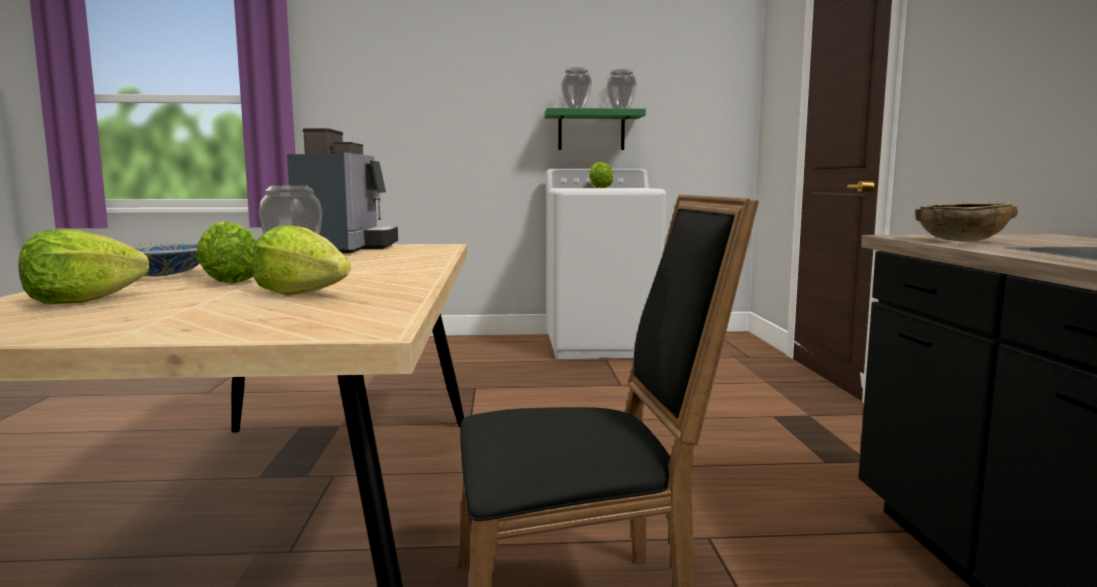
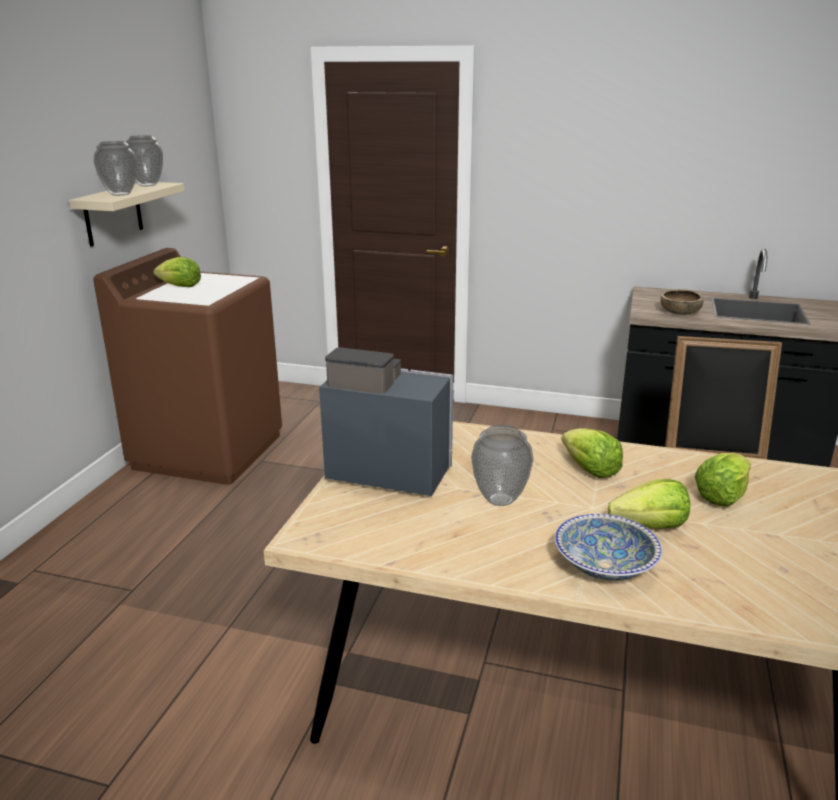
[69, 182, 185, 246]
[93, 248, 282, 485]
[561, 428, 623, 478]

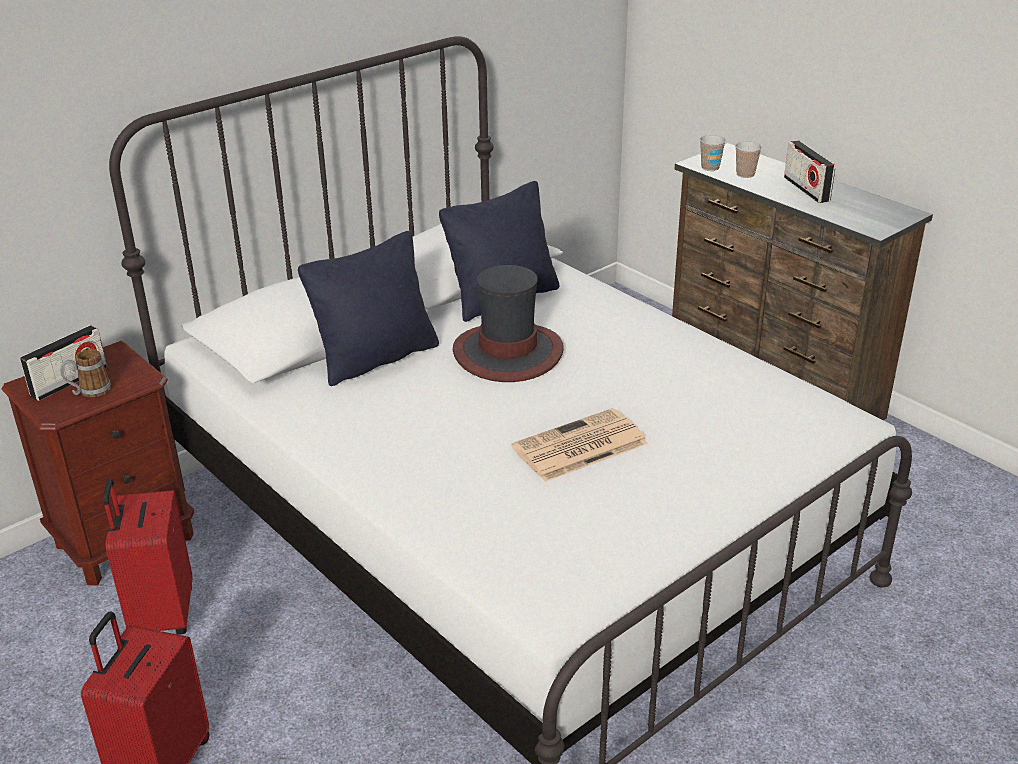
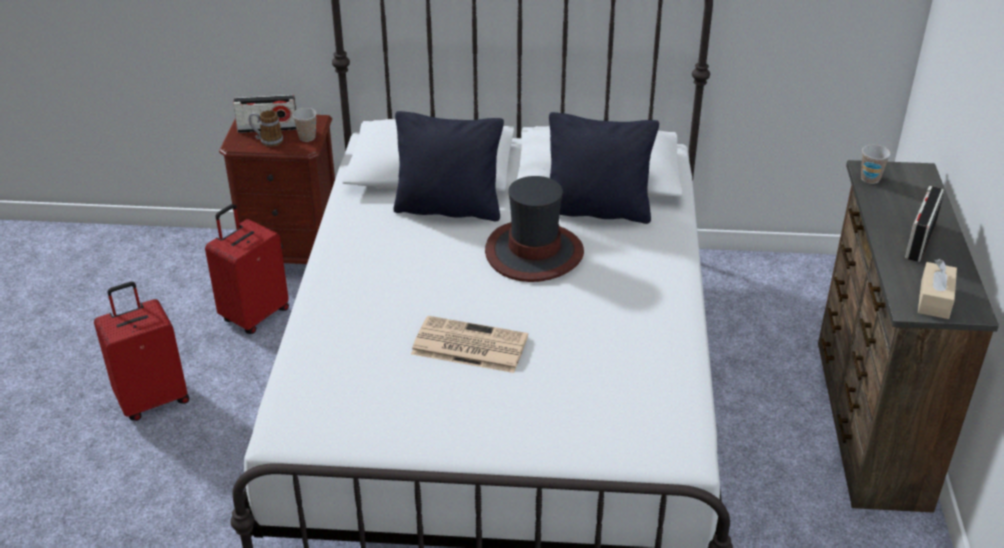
[292, 108, 317, 142]
[918, 259, 957, 319]

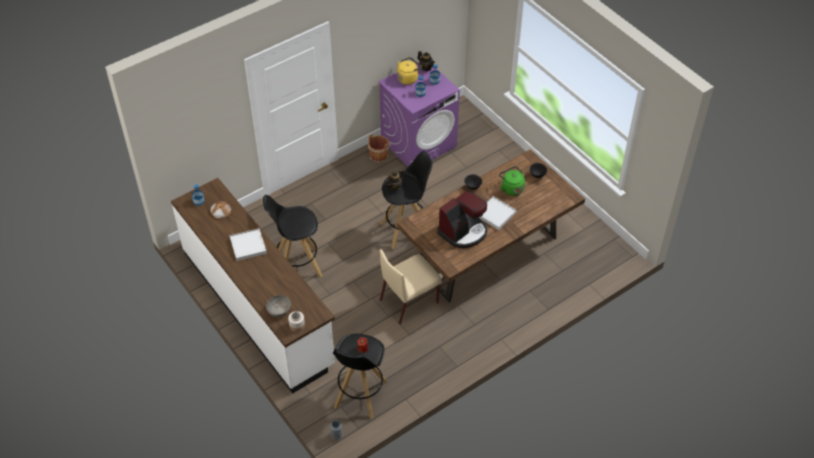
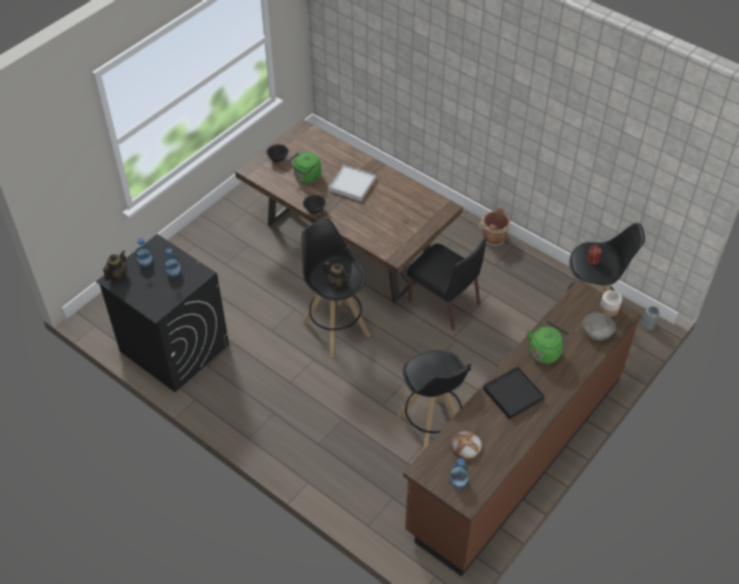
[397, 57, 422, 85] (first image)
[96, 234, 229, 392]
[479, 207, 510, 247]
[403, 279, 641, 577]
[437, 191, 488, 248] (first image)
[483, 366, 544, 419]
[407, 238, 487, 330]
[527, 320, 570, 364]

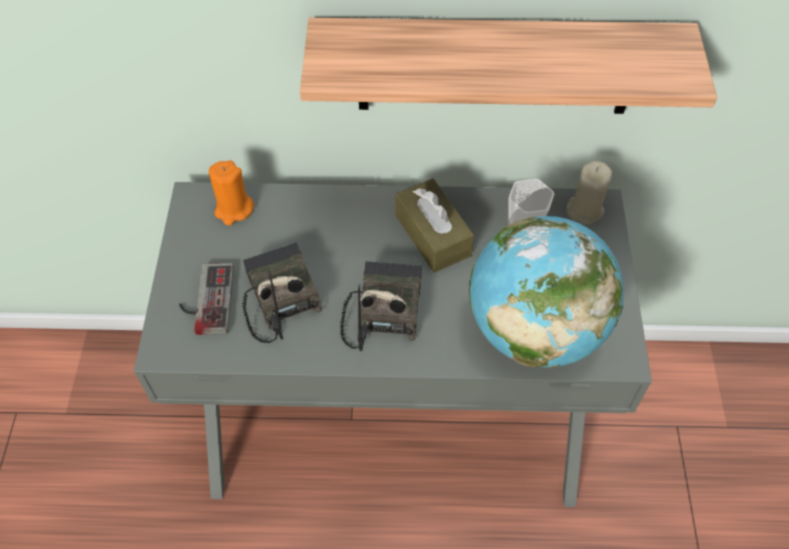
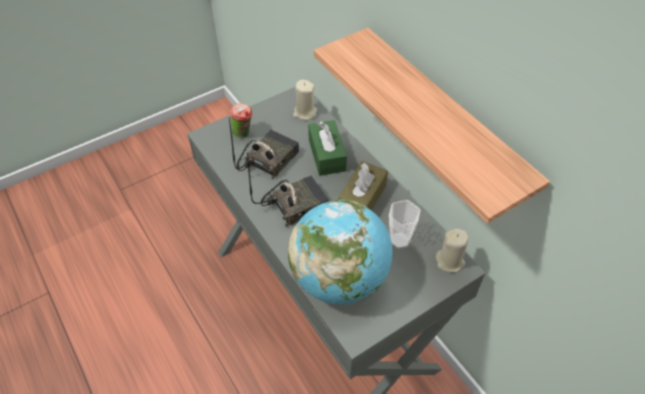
[293, 80, 317, 120]
[230, 103, 252, 138]
[308, 120, 347, 176]

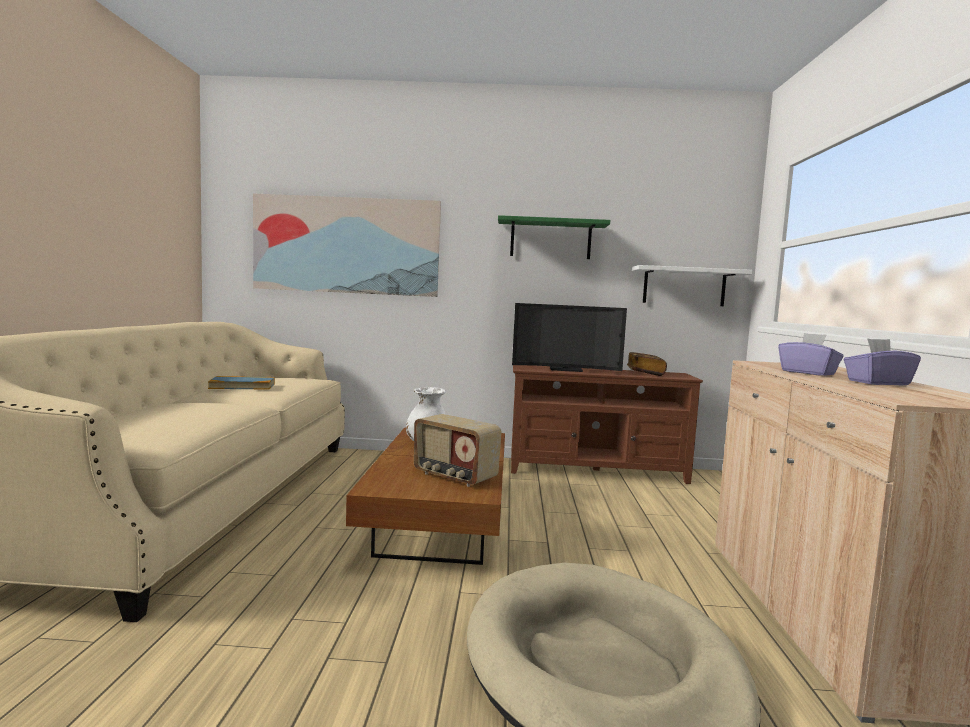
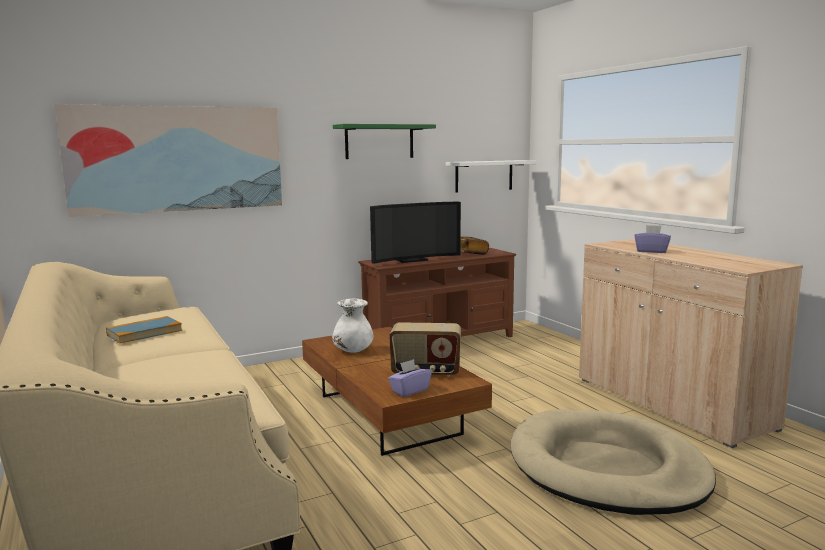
[388, 359, 432, 397]

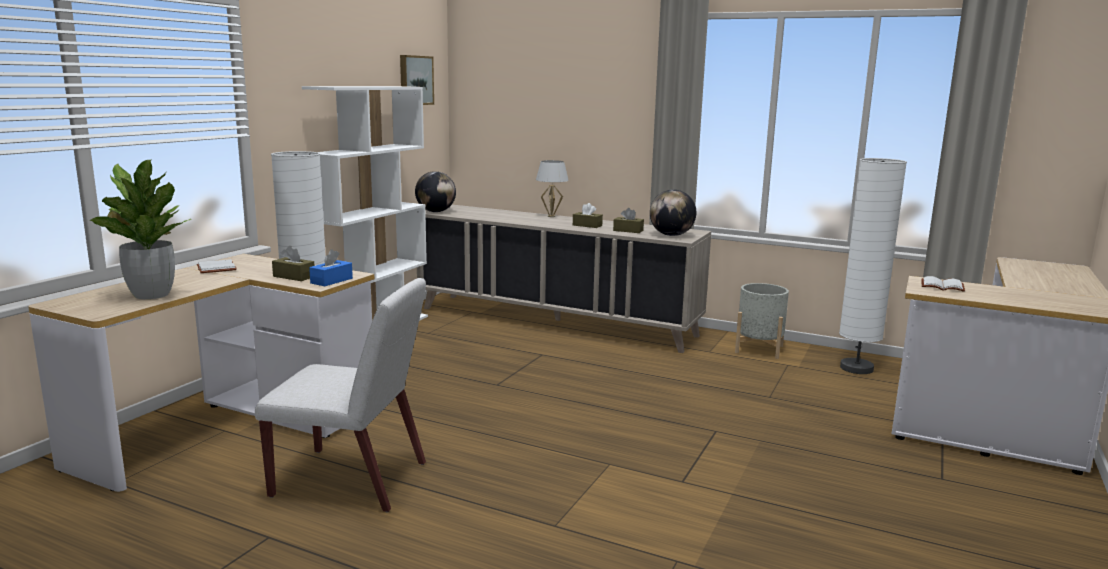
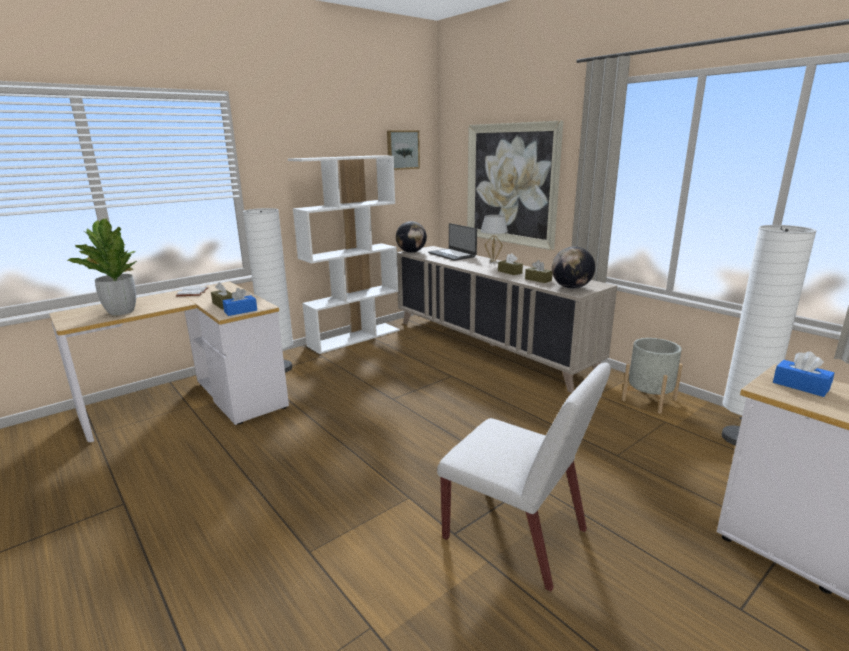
[773, 351, 835, 397]
[437, 363, 611, 591]
[467, 121, 563, 250]
[428, 223, 477, 261]

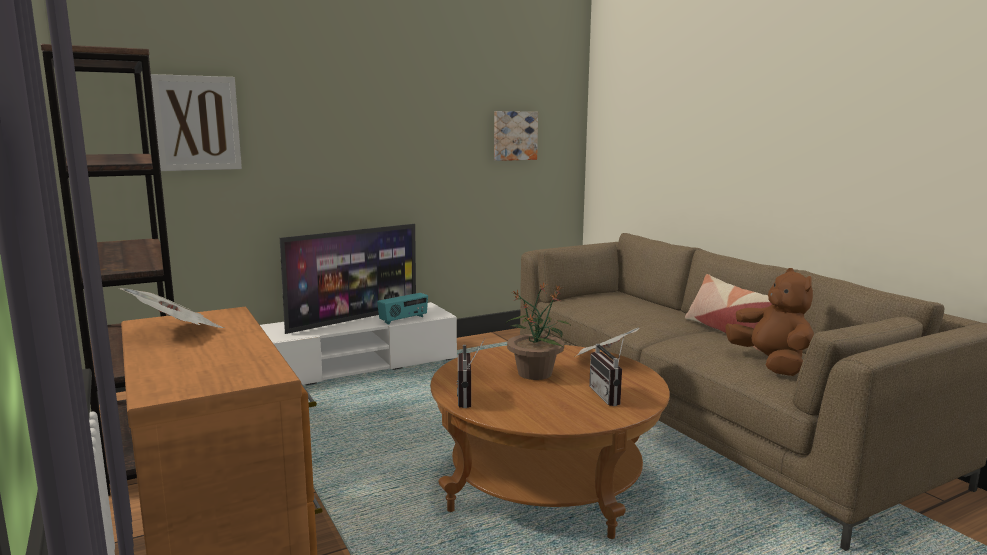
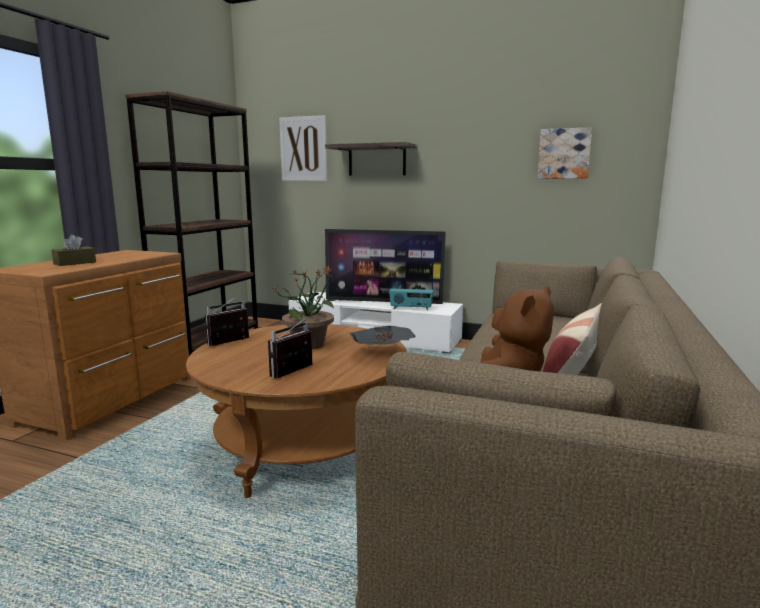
[119, 288, 224, 328] (first image)
[325, 142, 417, 176]
[52, 234, 96, 266]

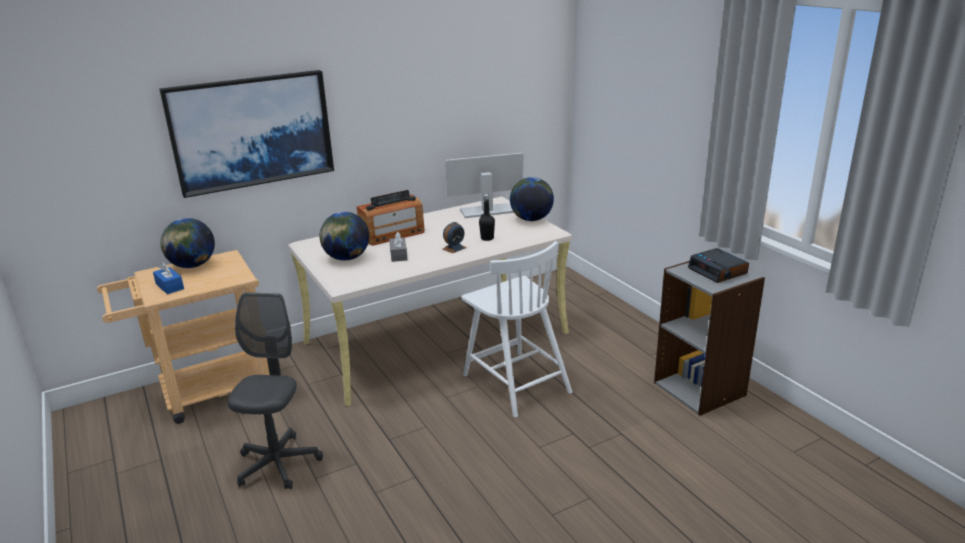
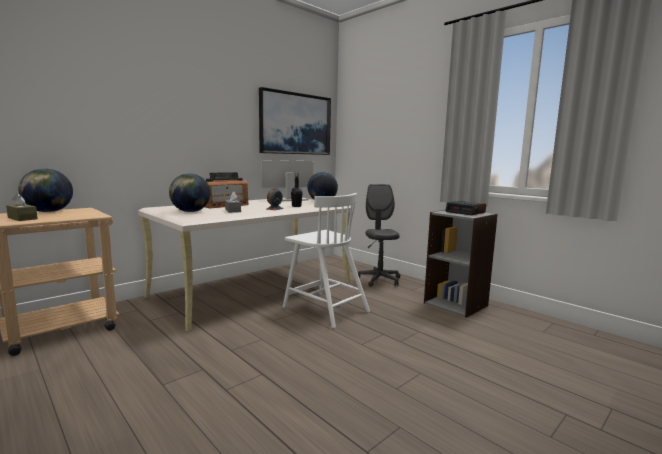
[259, 87, 331, 155]
[6, 194, 38, 221]
[358, 184, 400, 287]

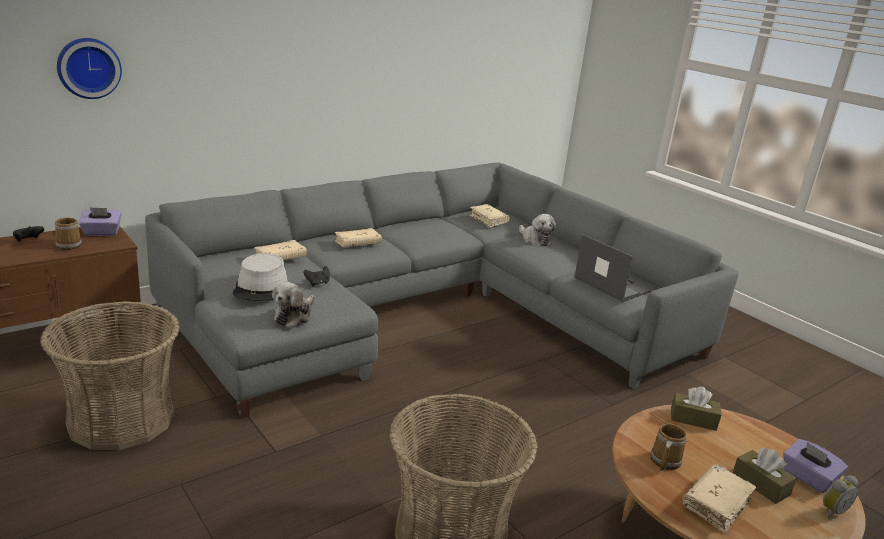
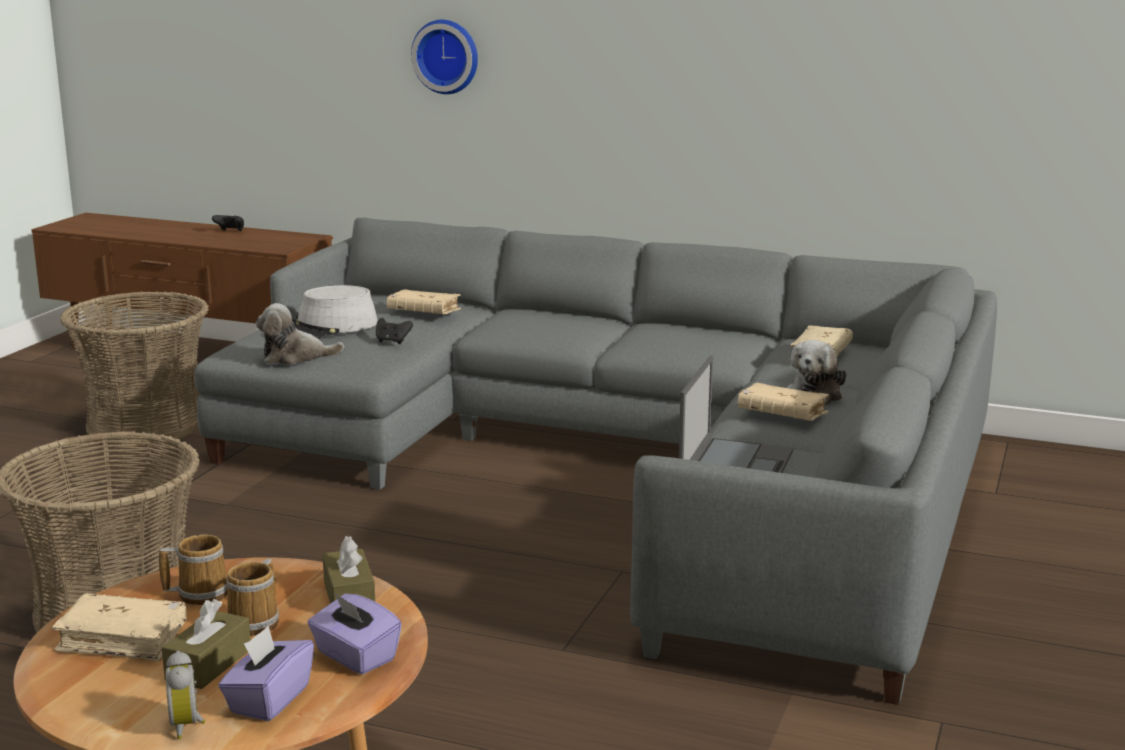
[411, 20, 478, 94]
[307, 592, 402, 675]
[226, 559, 279, 636]
[738, 383, 829, 421]
[166, 651, 206, 739]

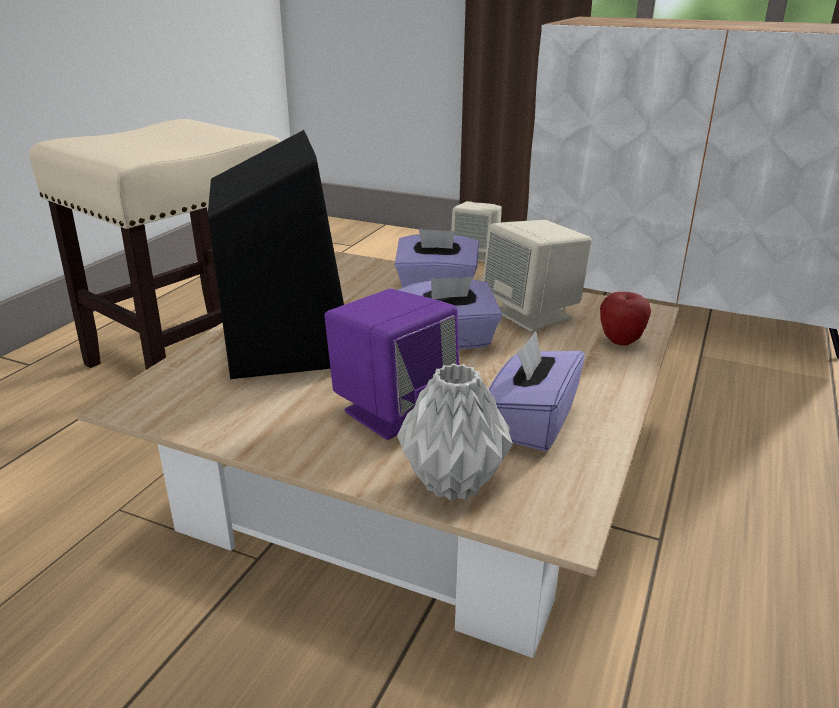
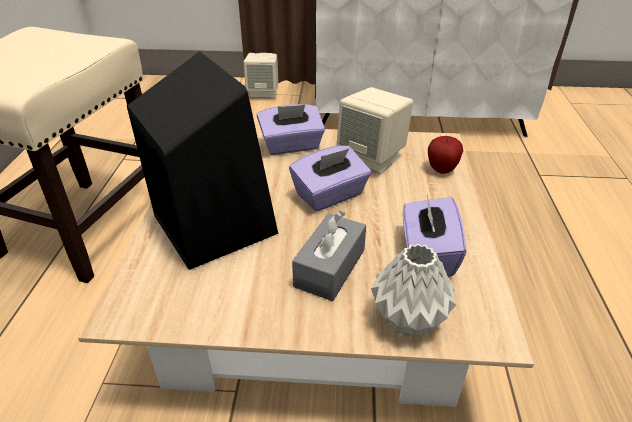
[292, 210, 366, 301]

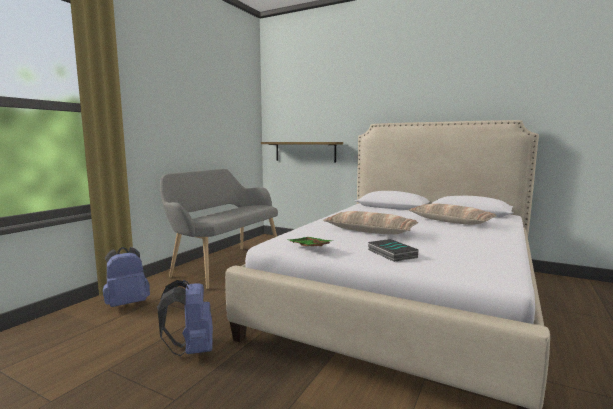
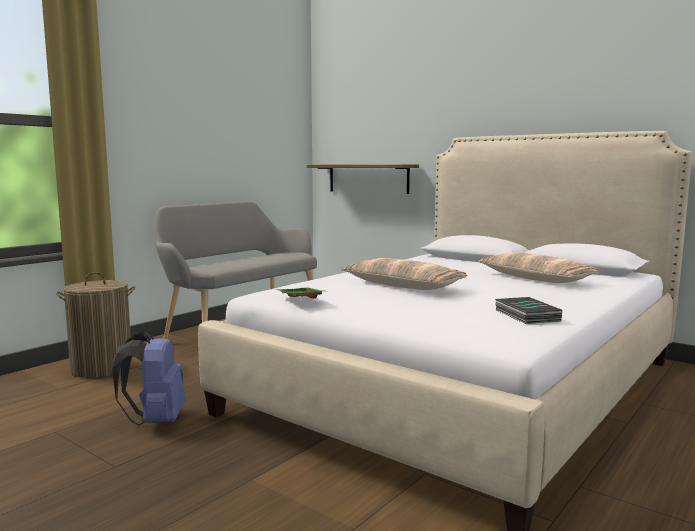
[495, 297, 562, 324]
[56, 272, 135, 378]

